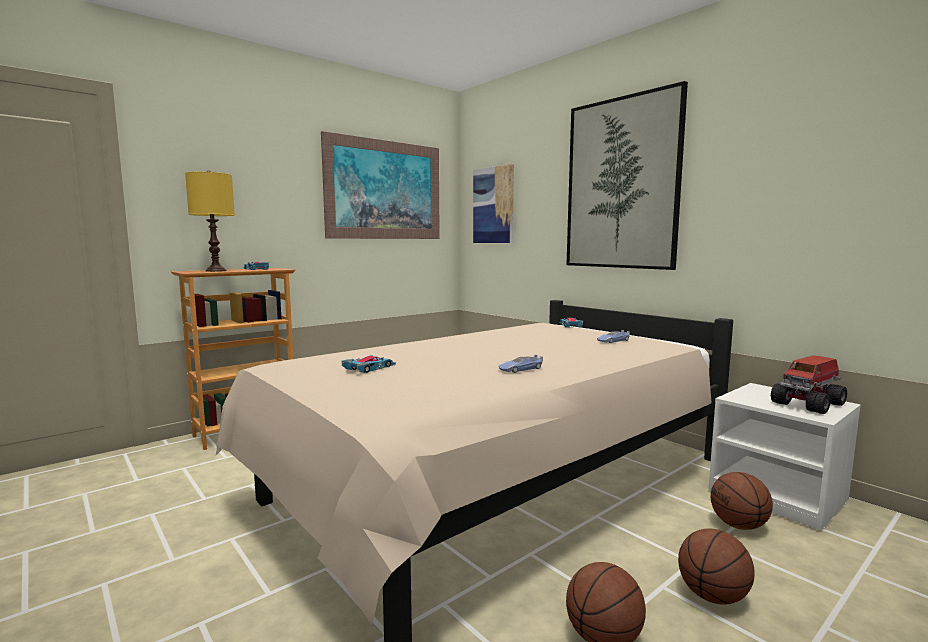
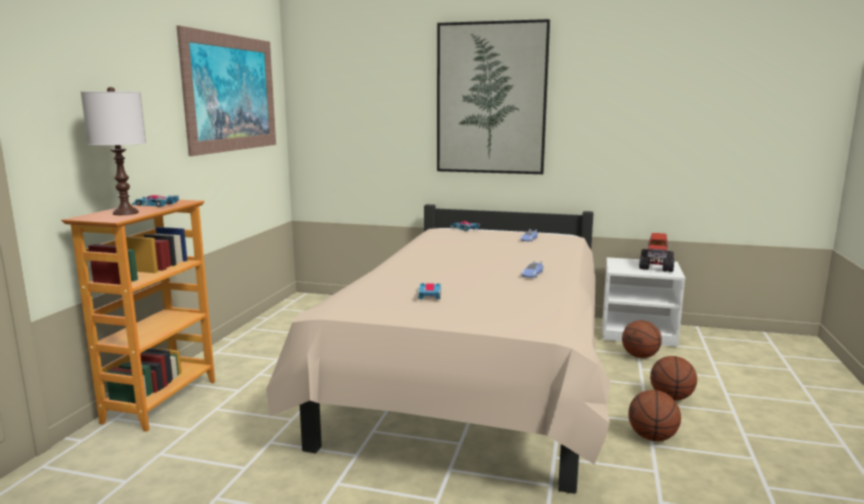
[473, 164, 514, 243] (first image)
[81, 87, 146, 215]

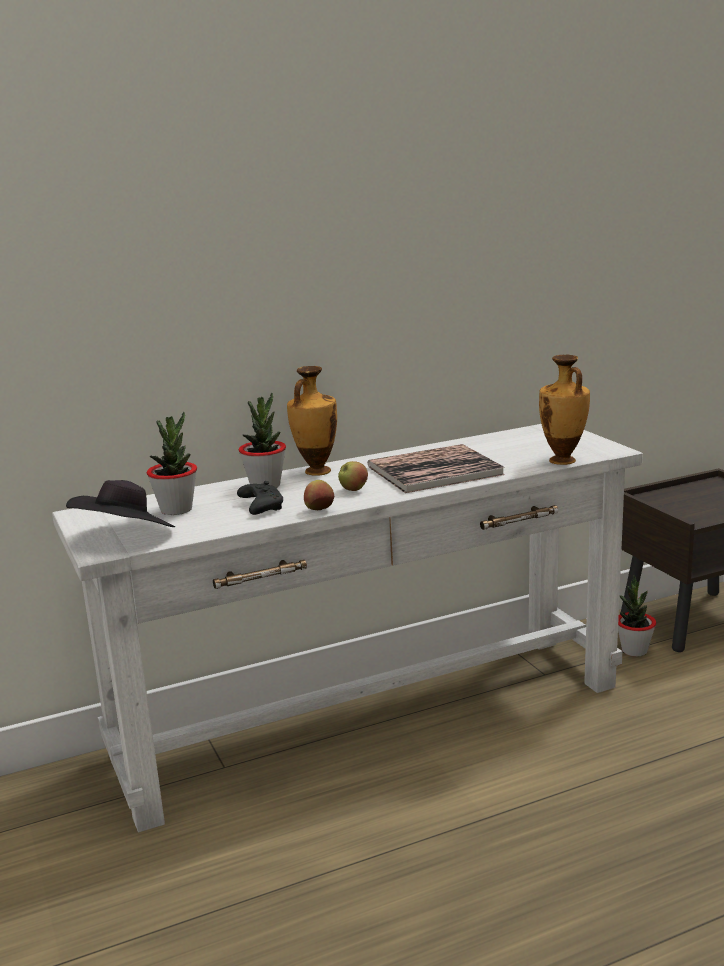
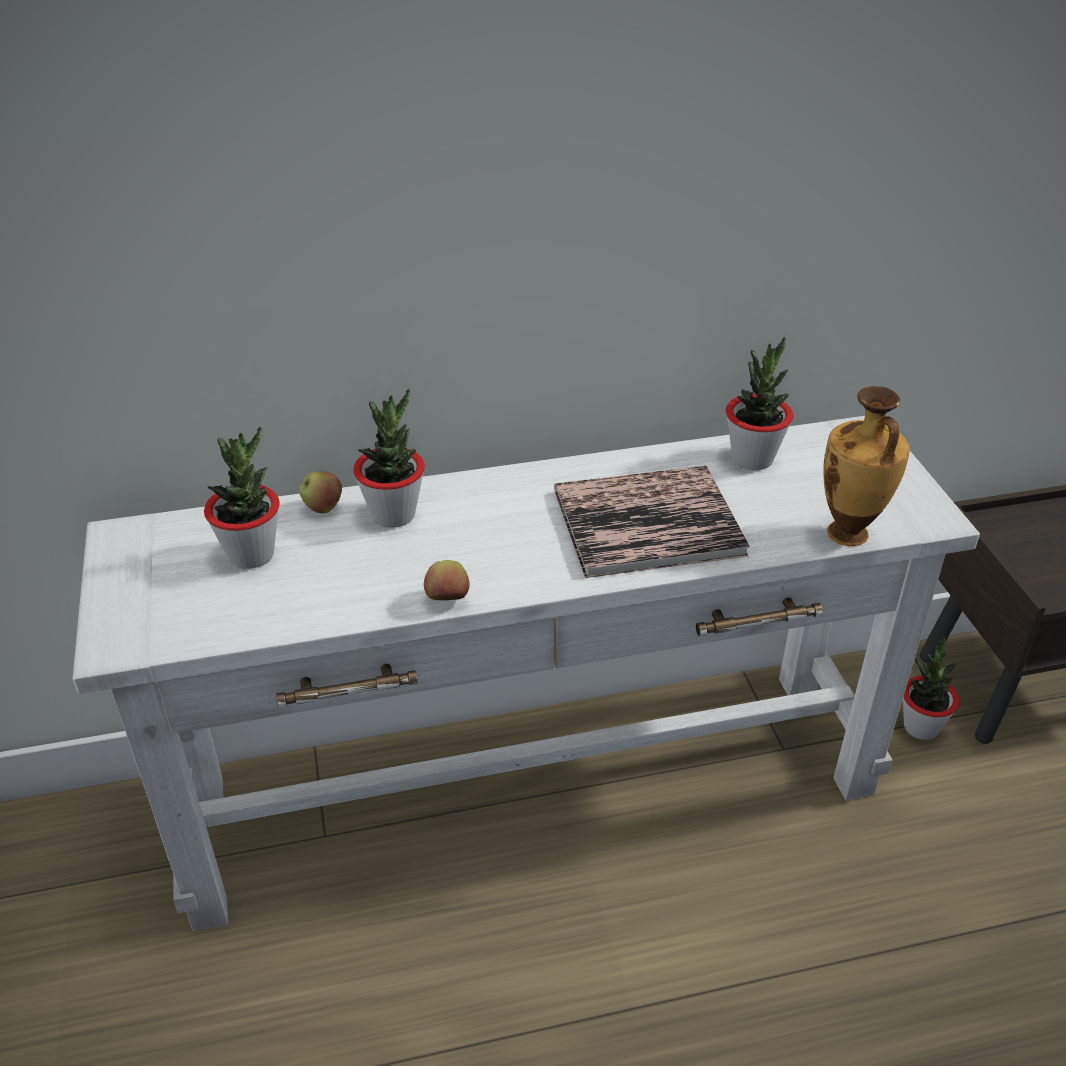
[287, 366, 337, 476] (first image)
[299, 471, 342, 513]
[66, 480, 175, 527] (first image)
[237, 481, 283, 515] (first image)
[726, 336, 793, 470]

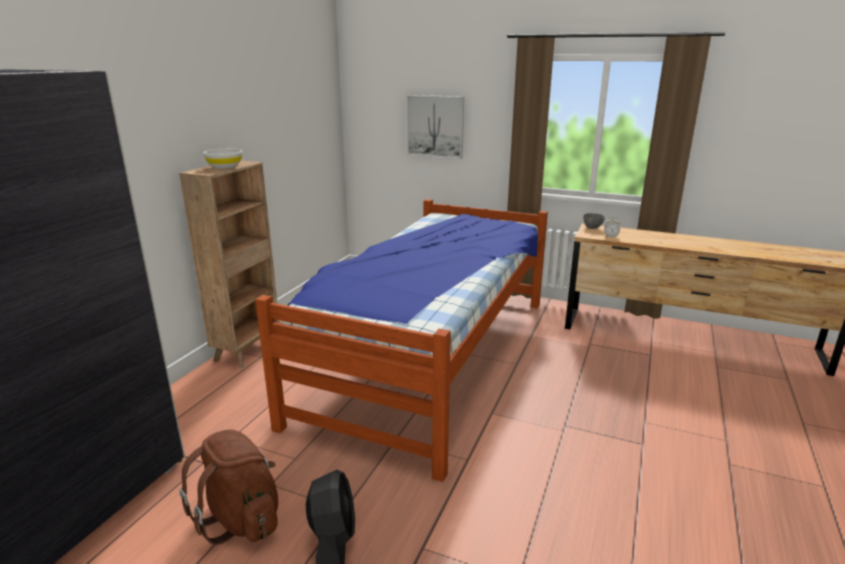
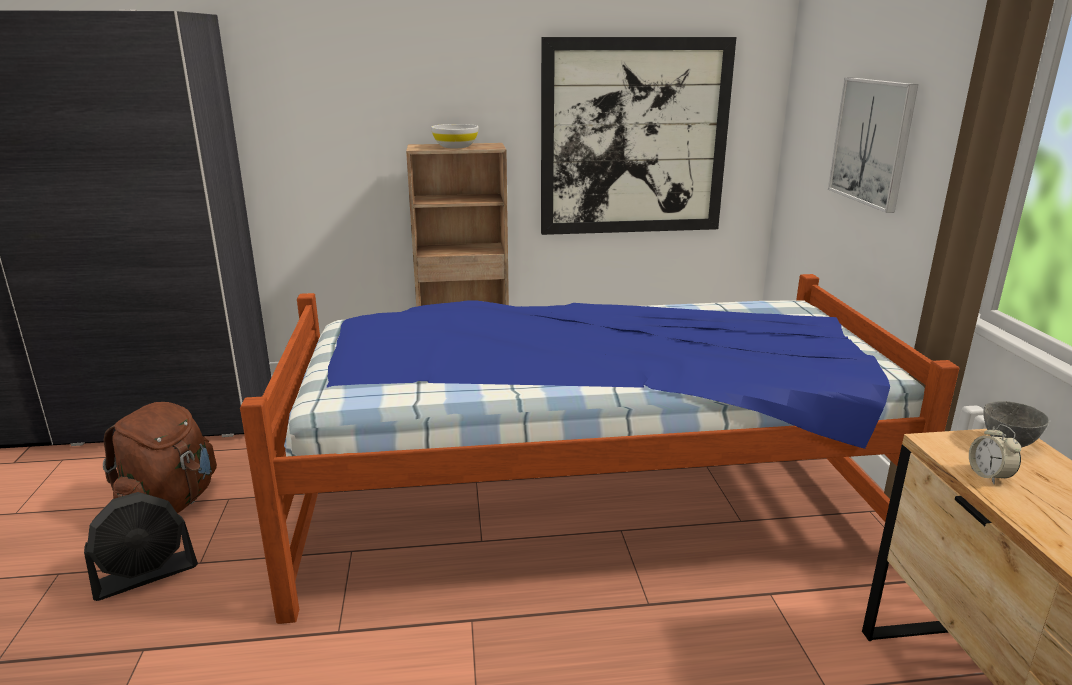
[541, 37, 737, 235]

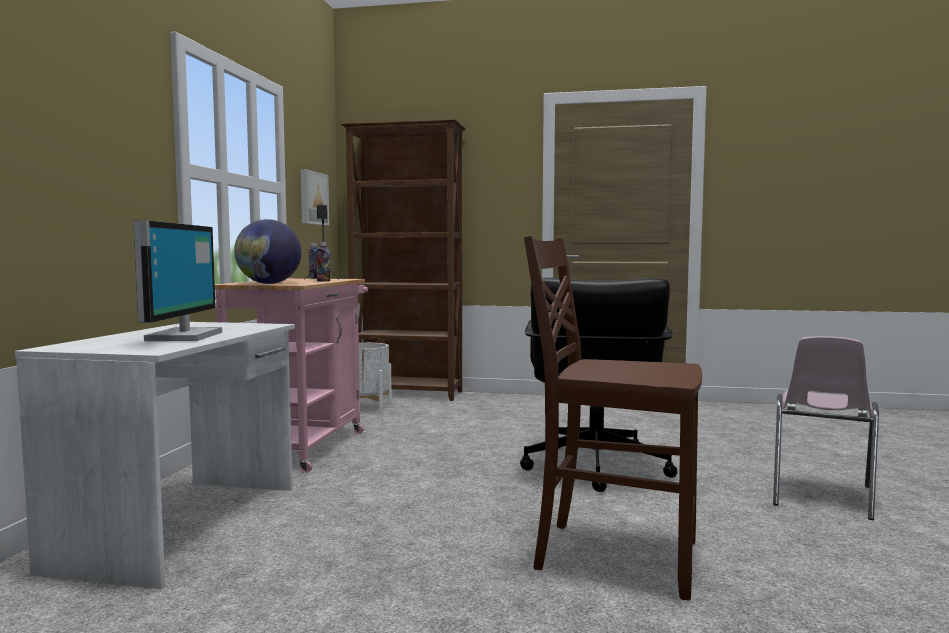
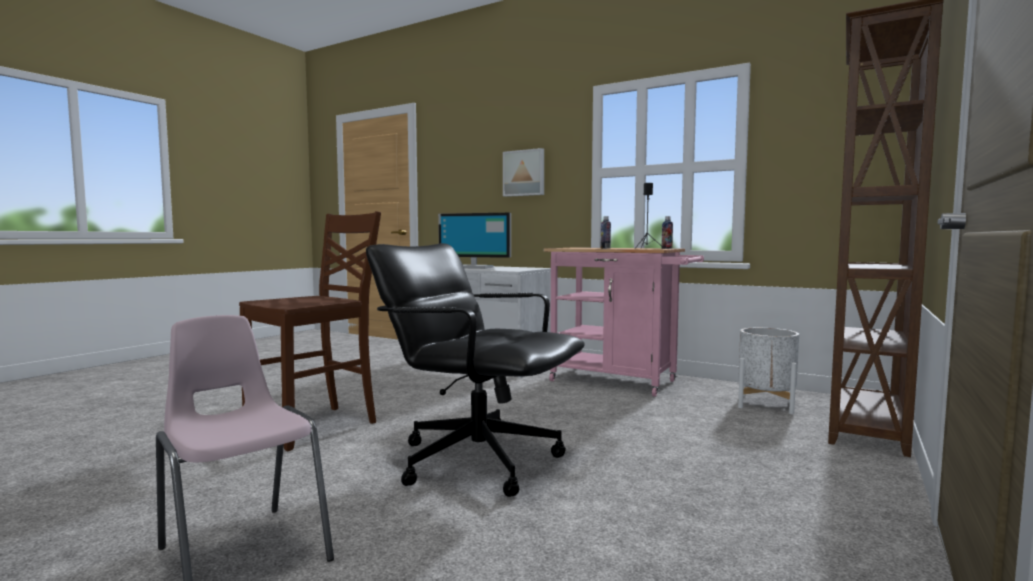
[503, 148, 544, 197]
[234, 219, 302, 284] (first image)

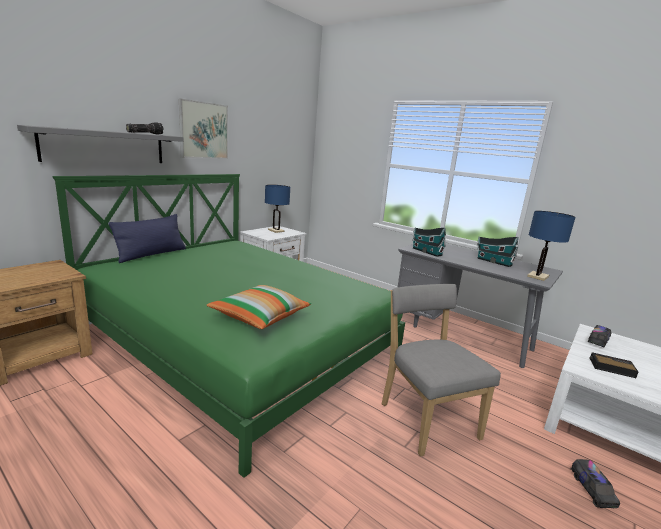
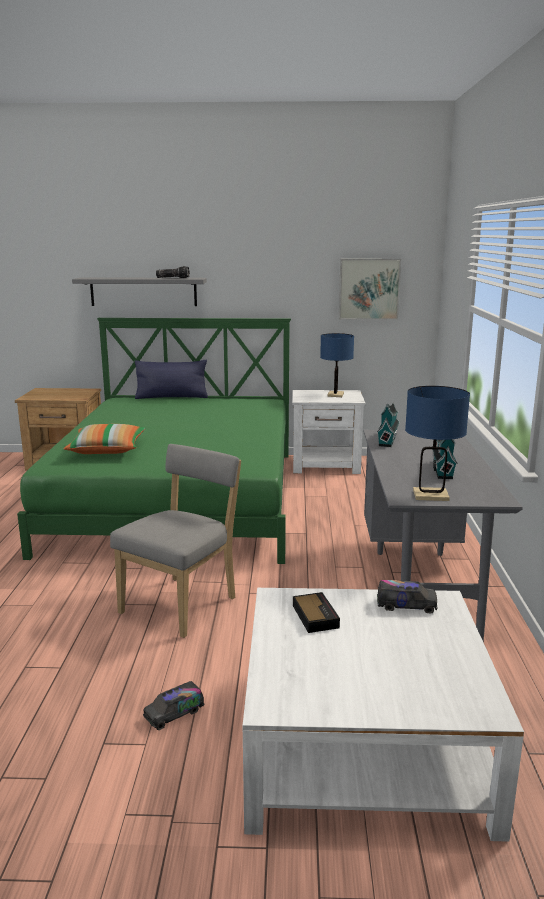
[339, 259, 401, 320]

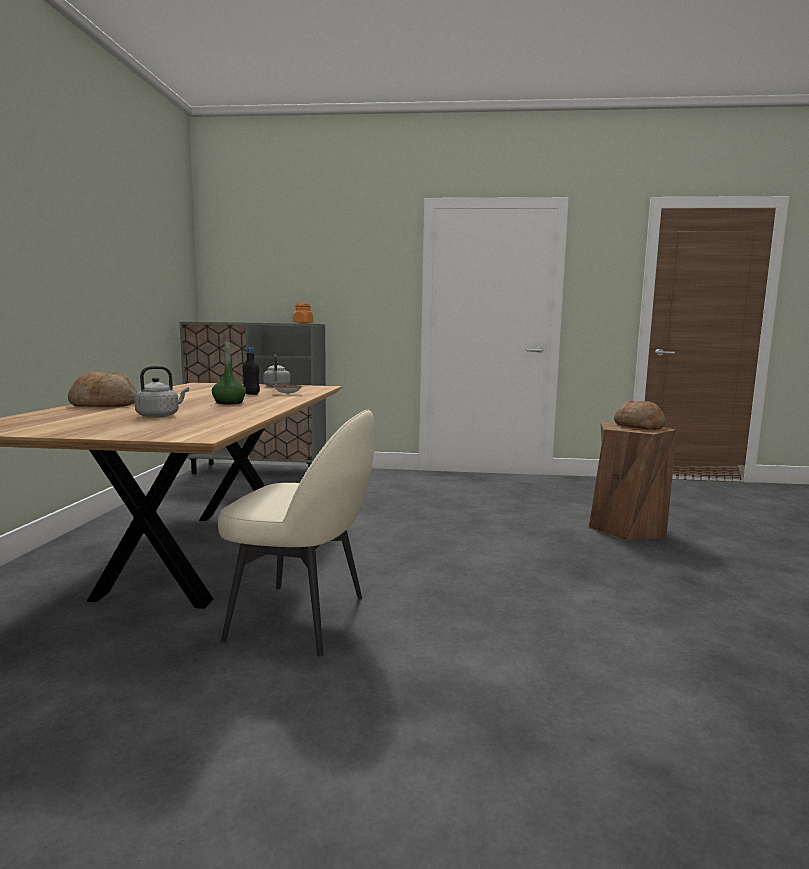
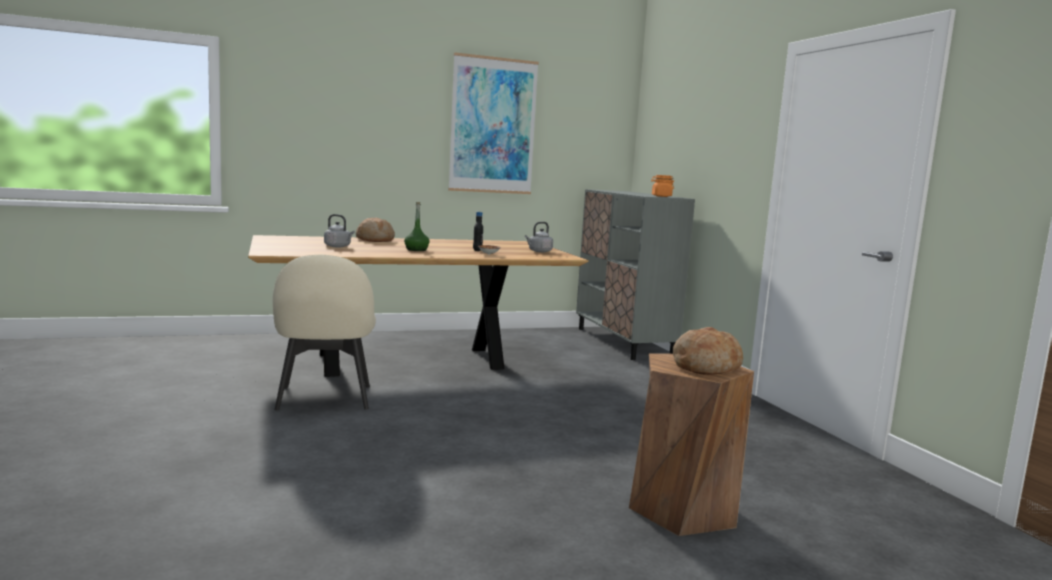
[448, 52, 539, 194]

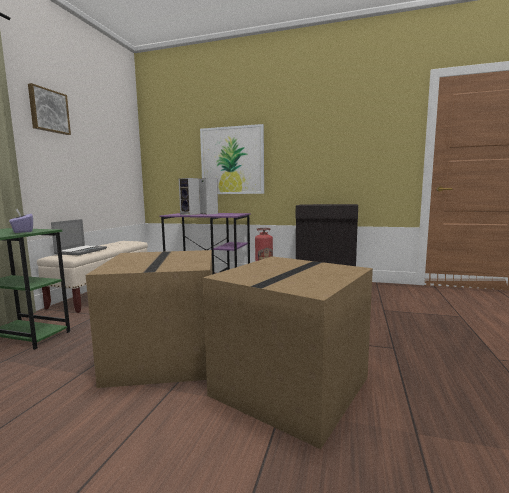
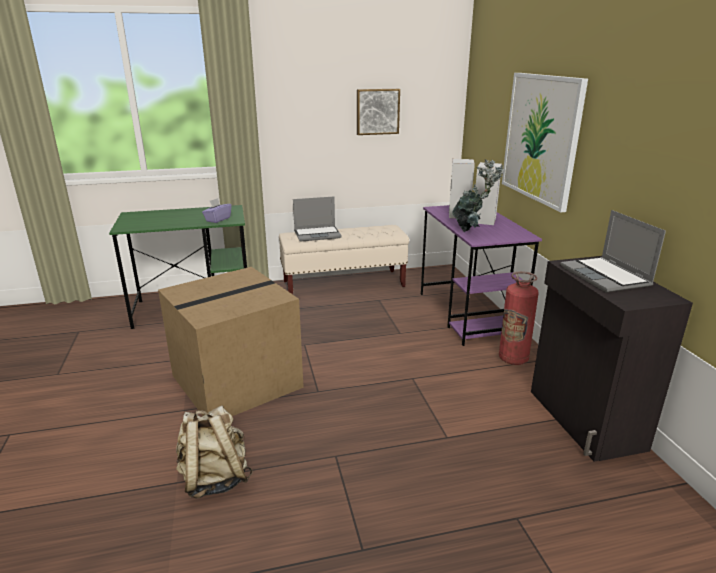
[357, 89, 400, 135]
[176, 405, 253, 499]
[452, 159, 504, 232]
[561, 210, 666, 292]

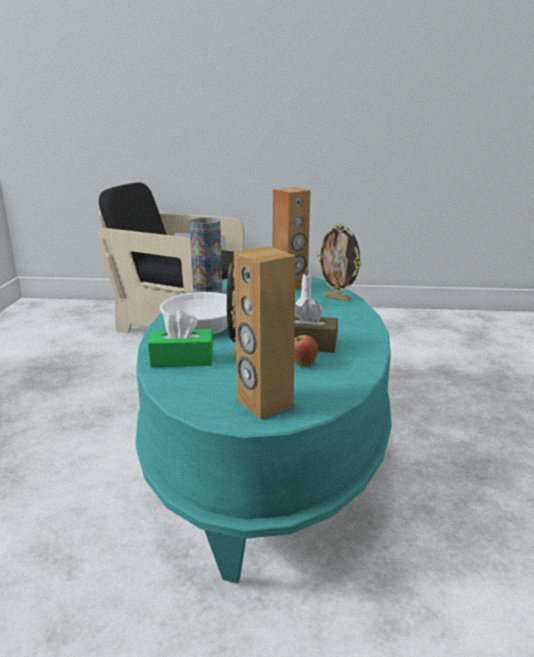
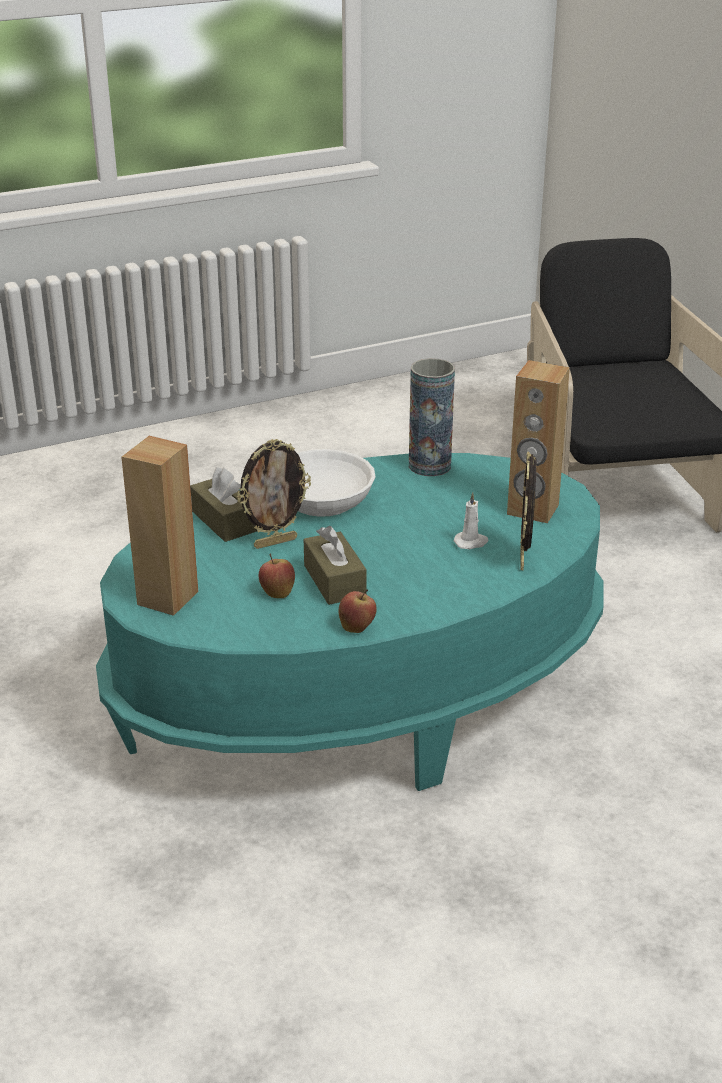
[190, 467, 258, 542]
[338, 590, 377, 633]

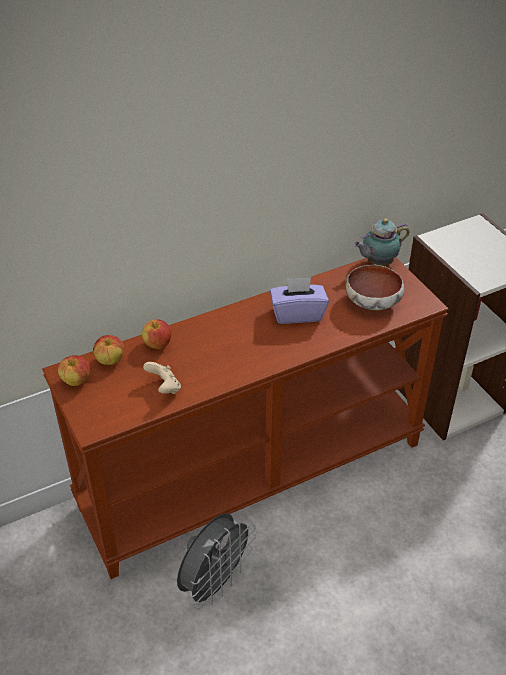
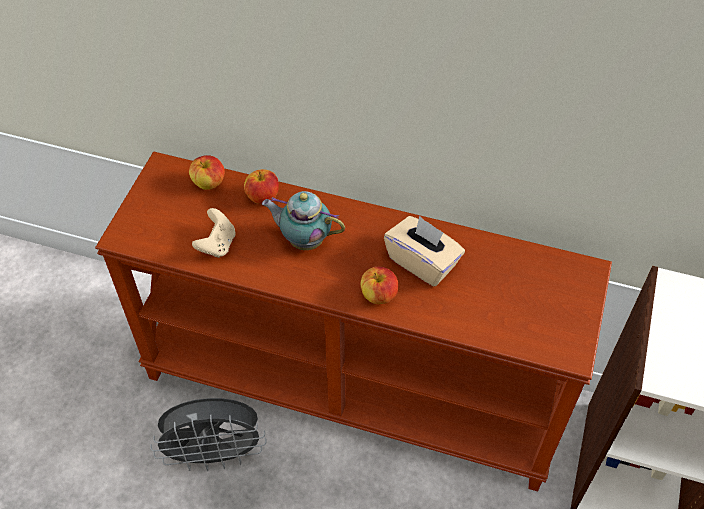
[262, 191, 345, 250]
[345, 265, 405, 310] (first image)
[384, 216, 465, 286]
[361, 266, 398, 304]

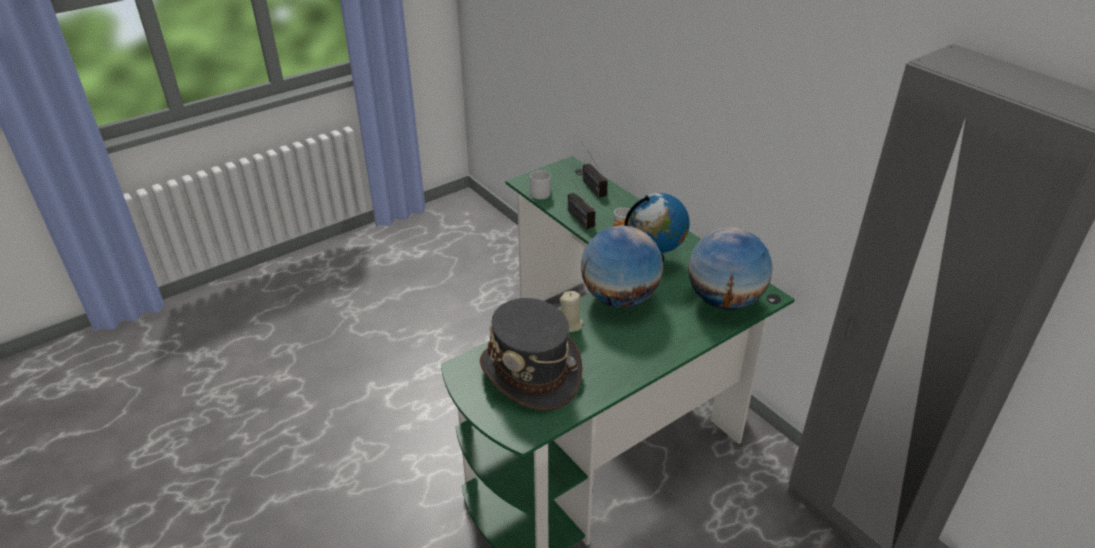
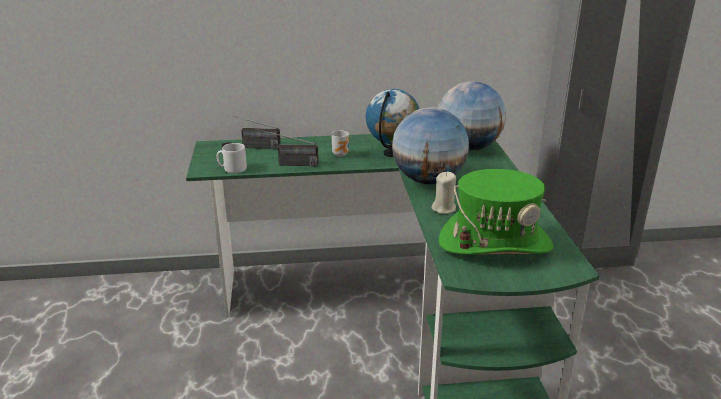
[439, 169, 553, 255]

